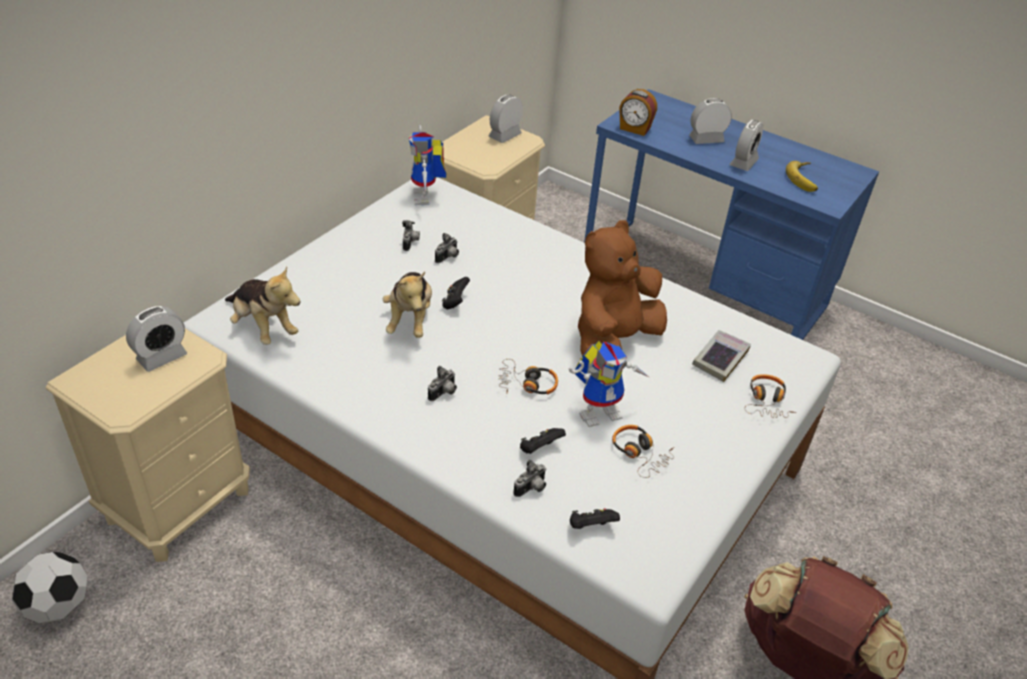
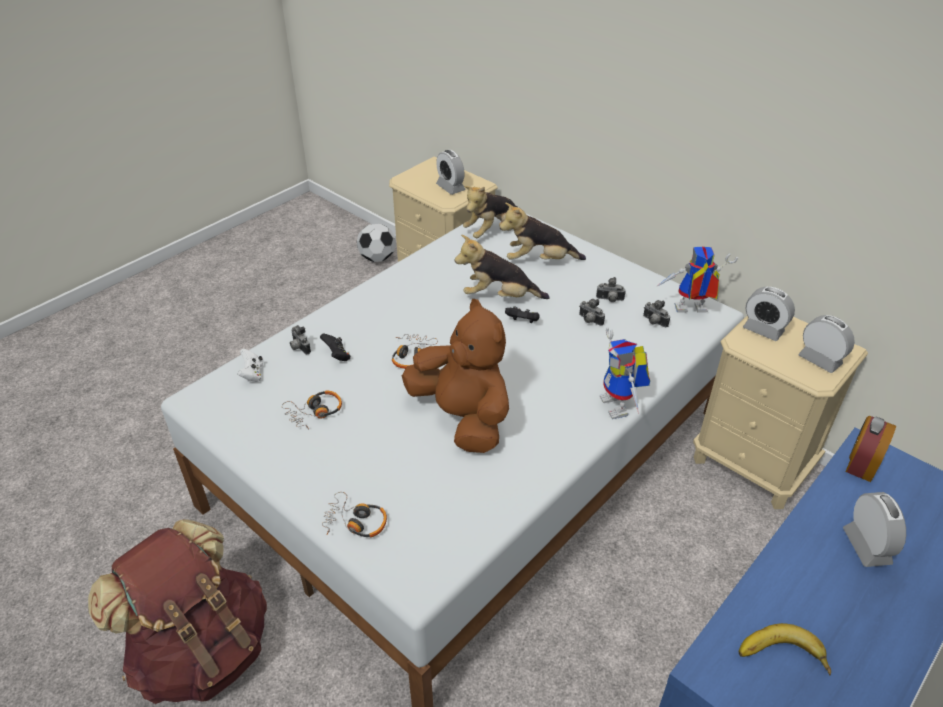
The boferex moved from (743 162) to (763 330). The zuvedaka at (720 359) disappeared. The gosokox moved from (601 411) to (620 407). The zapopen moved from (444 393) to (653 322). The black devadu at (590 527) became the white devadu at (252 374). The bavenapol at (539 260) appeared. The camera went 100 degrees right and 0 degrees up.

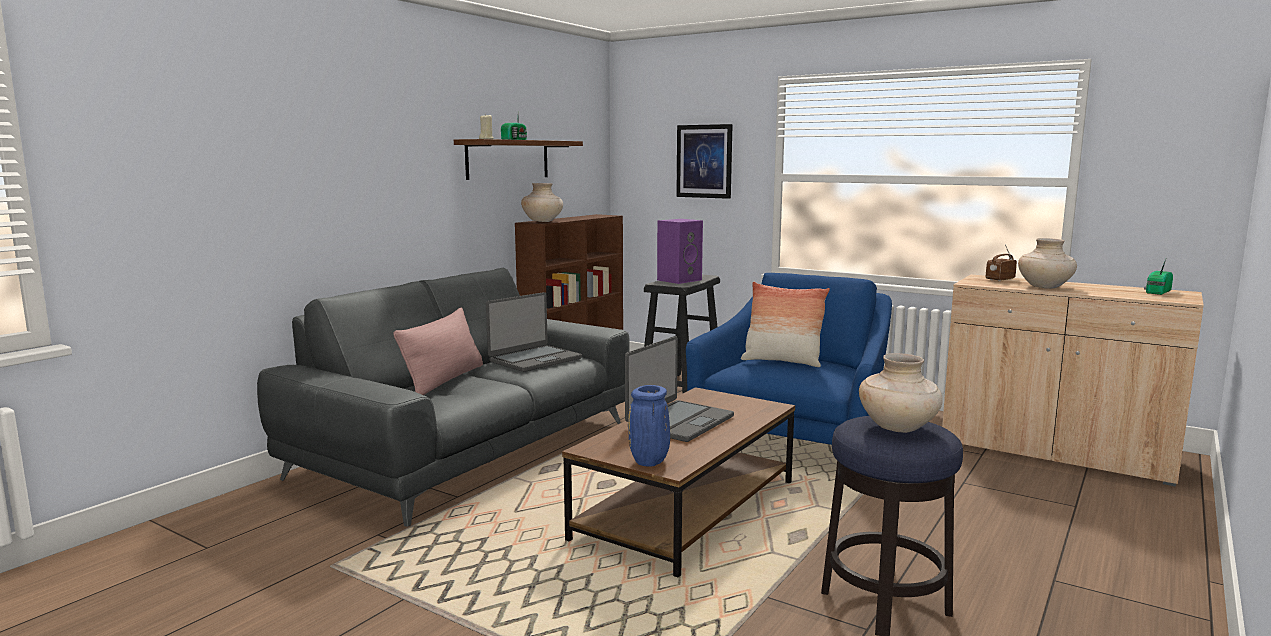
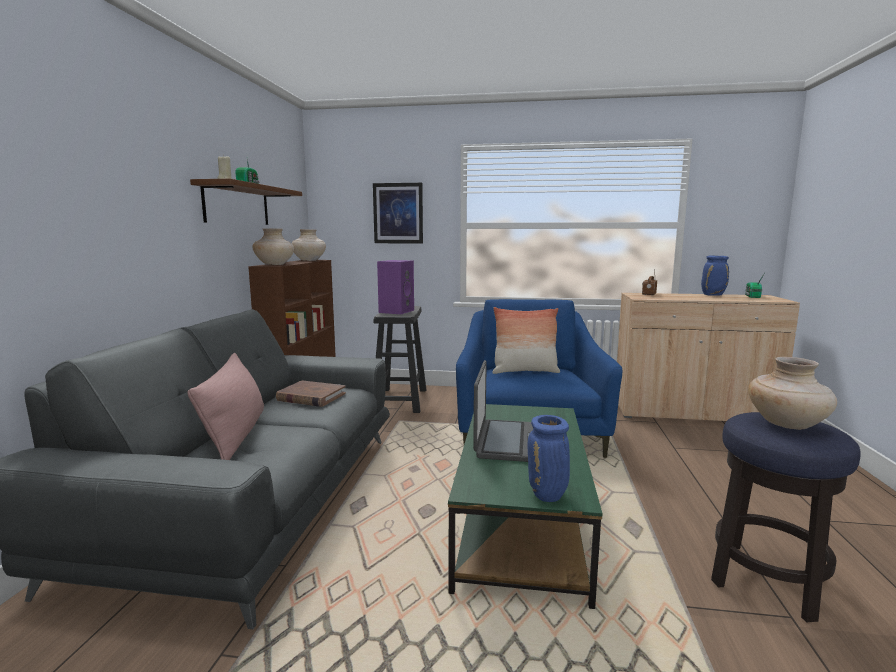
The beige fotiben moved from (1045 287) to (309 260). The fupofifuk at (534 360) was replaced by the brown zuvedaka at (311 397). The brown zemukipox at (686 510) became the green zemukipox at (520 522). The blue fotiben at (713 295) appeared. The camera went 25 degrees left and 0 degrees up.

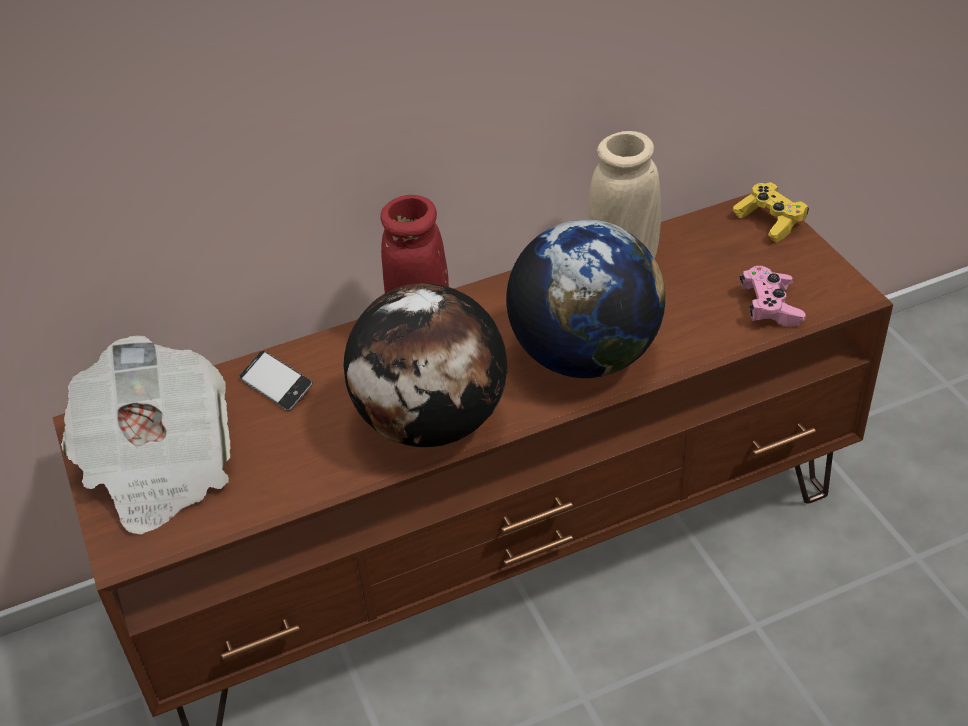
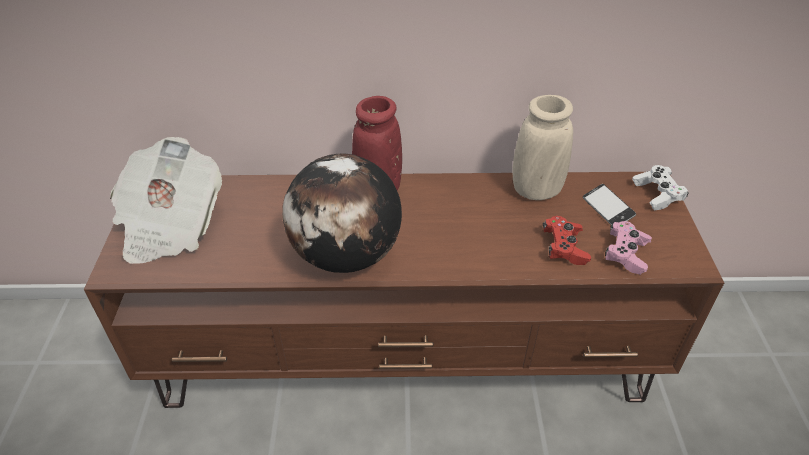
The yellow devadu at (770 221) became the white devadu at (657 194). The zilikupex at (584 356) disappeared. The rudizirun moved from (276 385) to (607 209). The red devadu at (564 248) appeared. The camera went 20 degrees right and 0 degrees up.

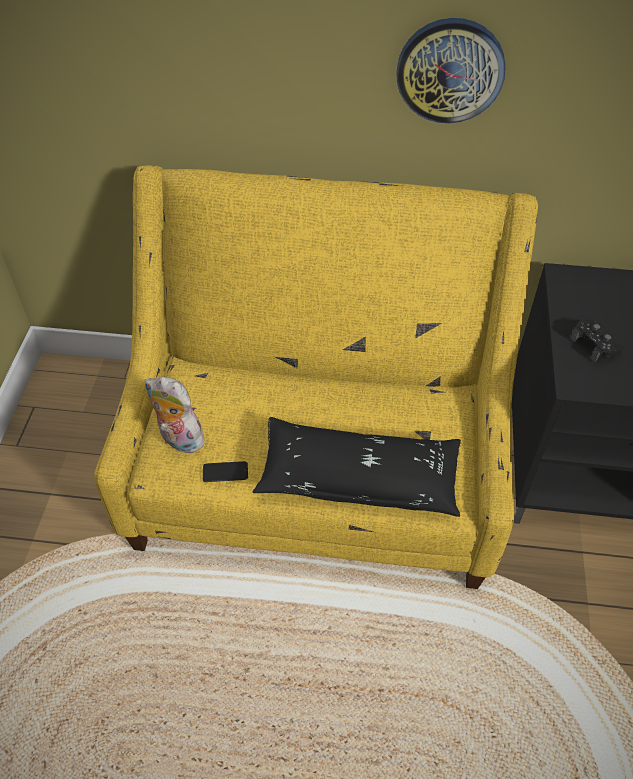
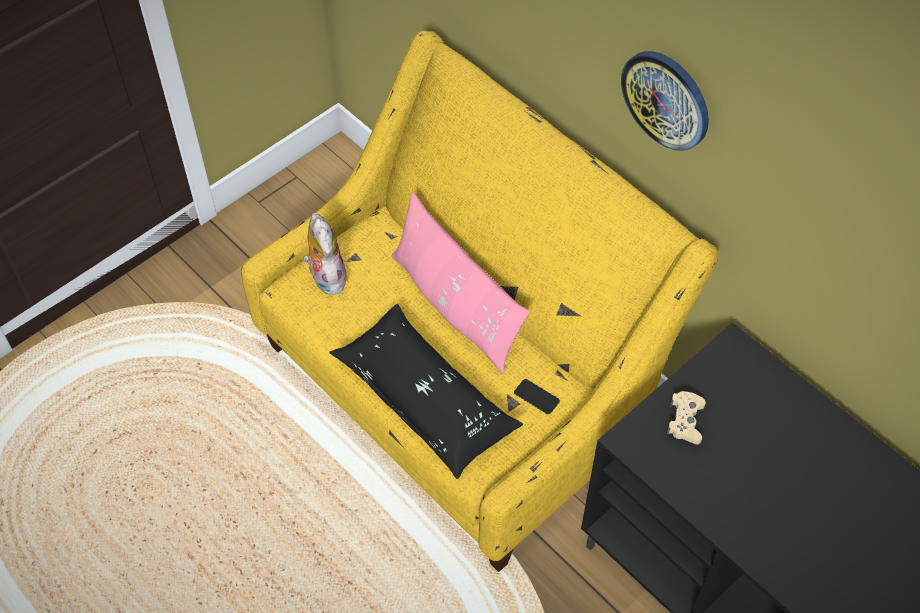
The black devadu at (594 345) became the beige devadu at (685 421). The rudizirun moved from (225 472) to (536 397). The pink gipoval at (455 306) appeared. The camera went 40 degrees right and 5 degrees up.

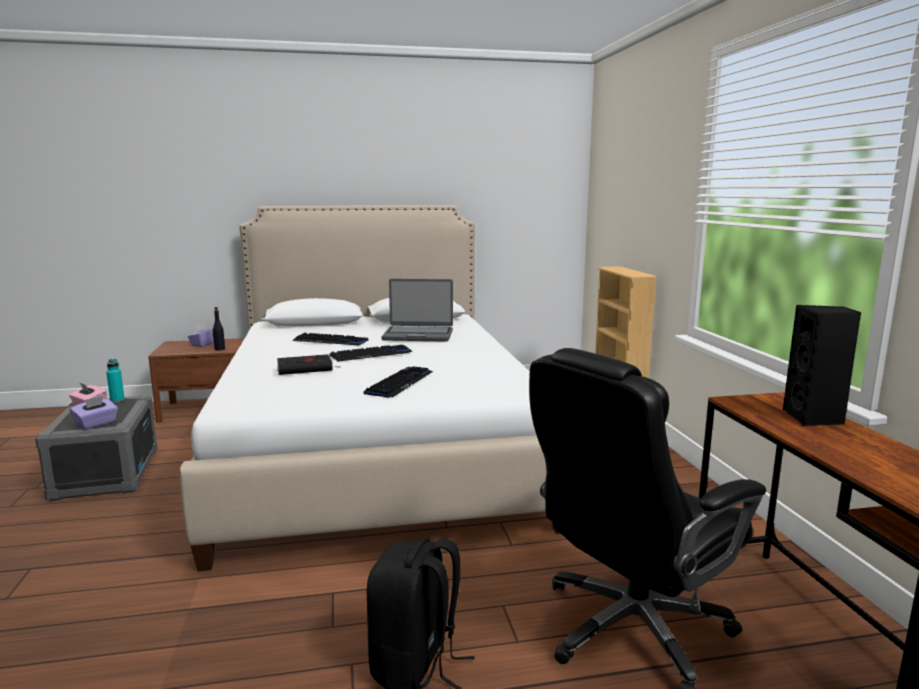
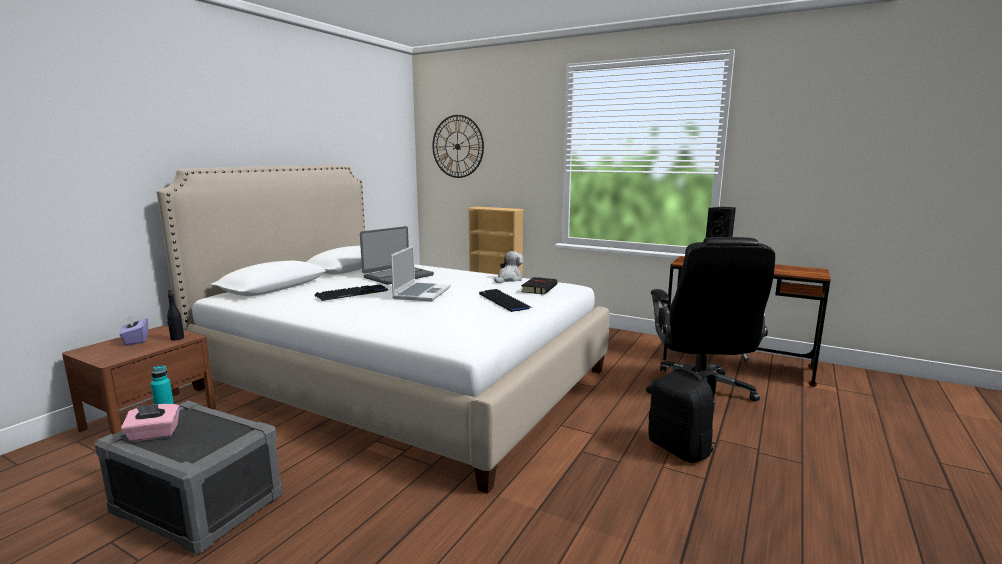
The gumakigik at (371 354) was replaced by the fupofifuk at (421 293). The black zuvedaka moved from (306 368) to (539 288). The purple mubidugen at (96 424) disappeared. The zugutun at (457 146) appeared. The bavenapol at (509 279) appeared. The camera went 50 degrees left and 0 degrees up.

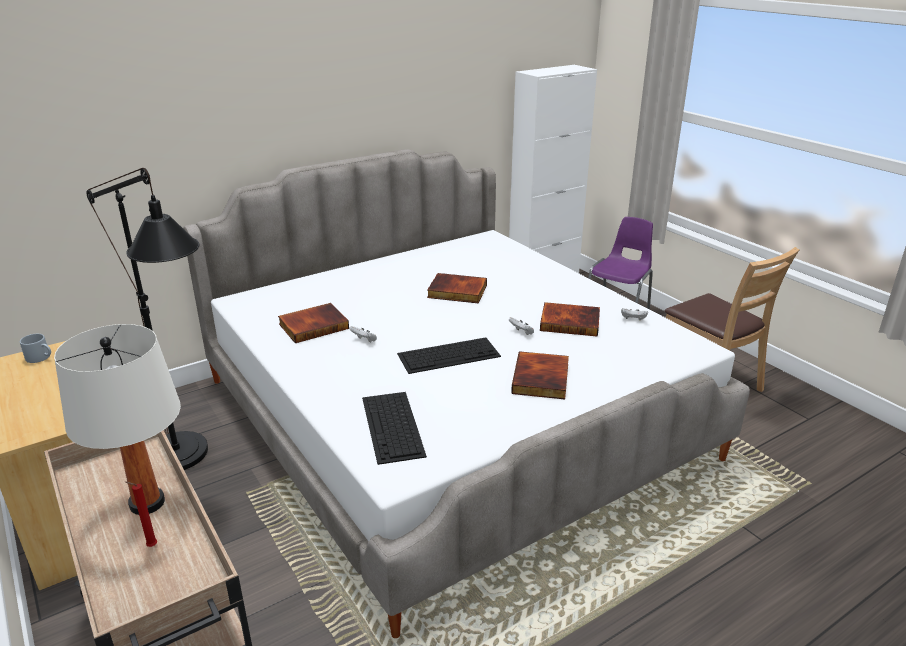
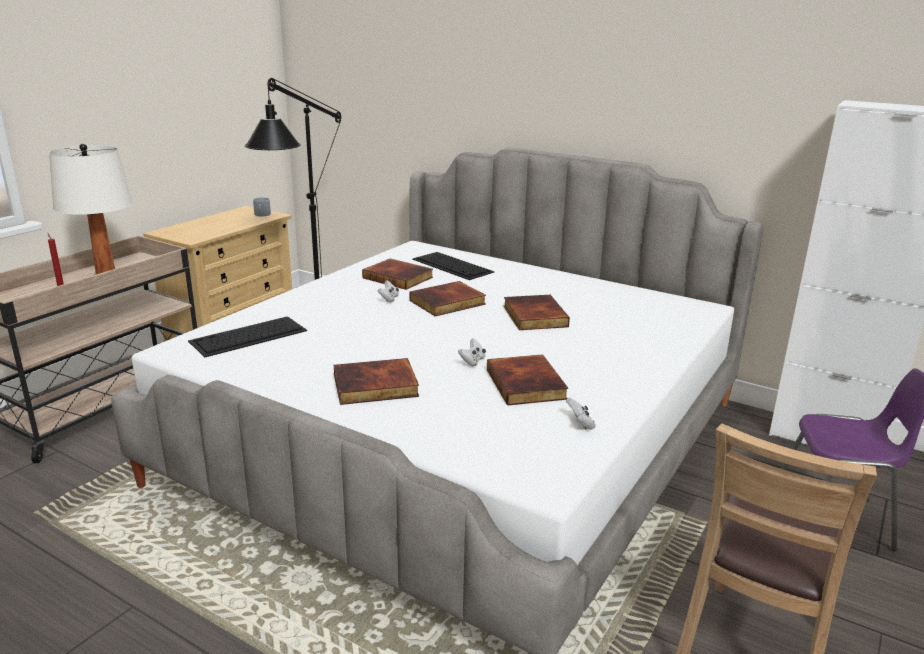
The gumakigik moved from (449 355) to (453 265). The zuvedaka at (447 303) appeared. The camera went 65 degrees right and 5 degrees down.

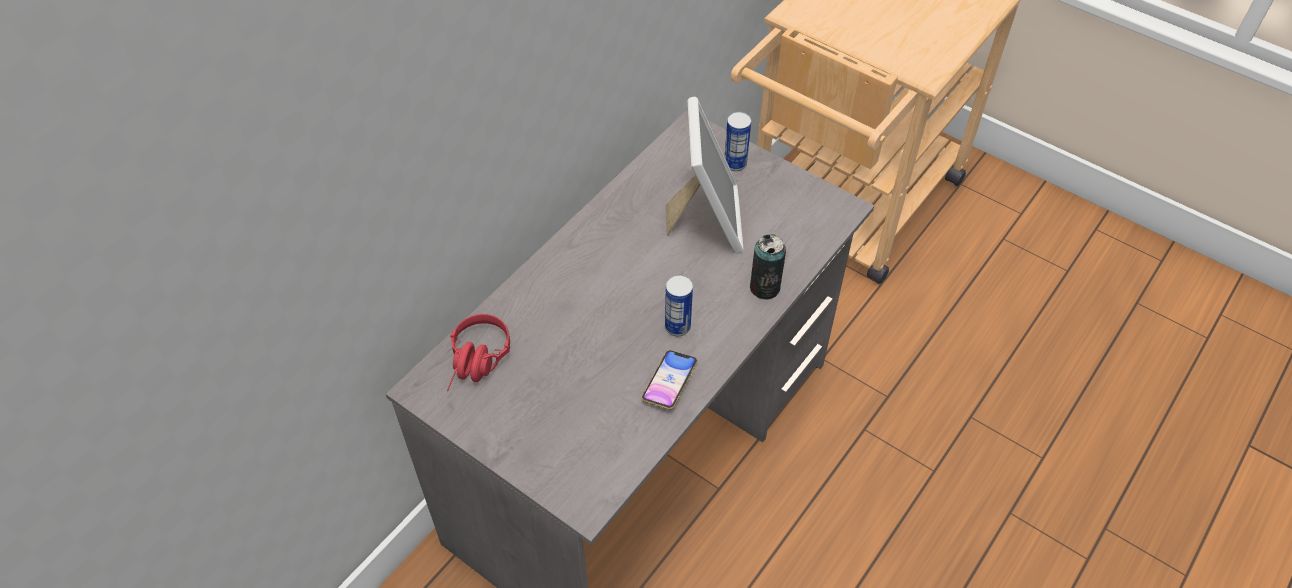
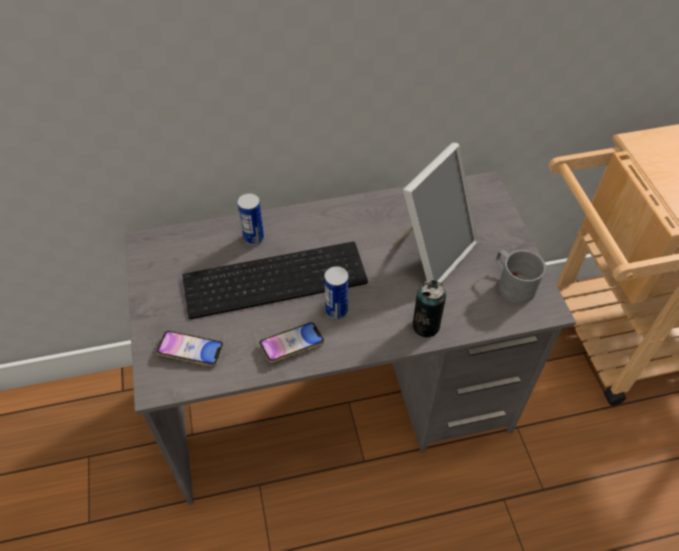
The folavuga moved from (735 164) to (254 238). The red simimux at (477 363) disappeared. The gumakigik at (276 277) appeared. The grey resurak at (512 284) appeared. The rudizirun at (191 350) appeared. The camera went 40 degrees right and 0 degrees up.

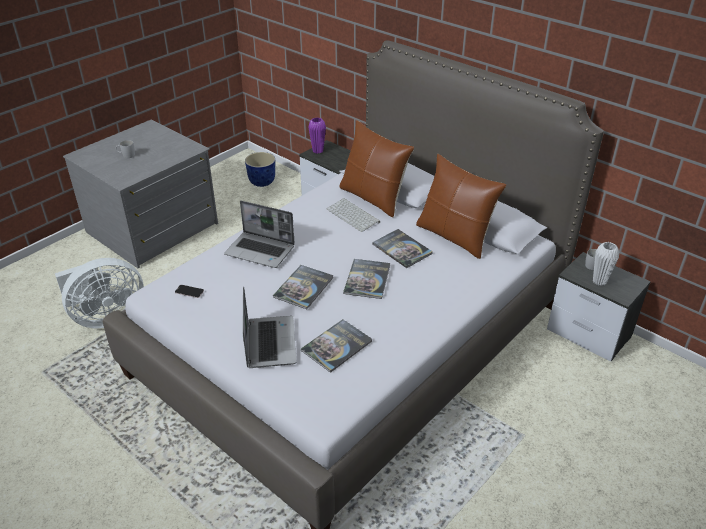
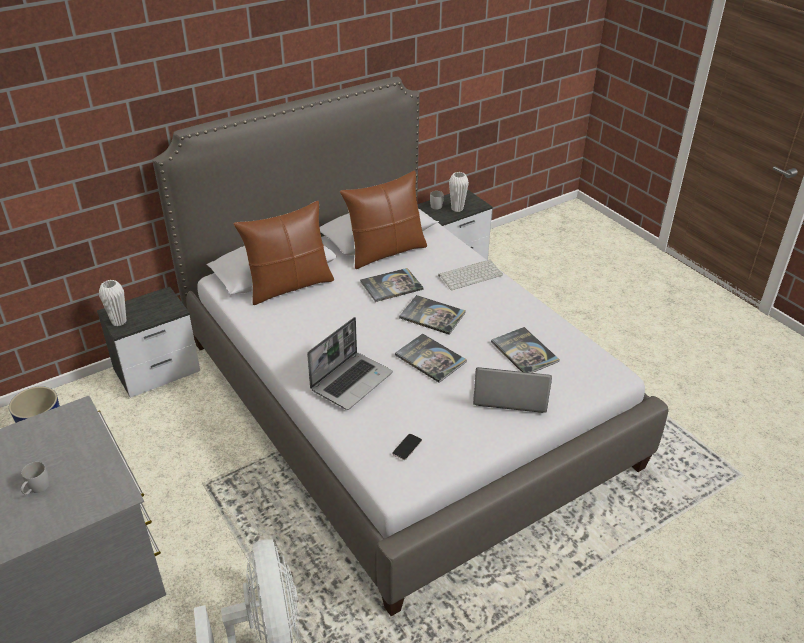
The purple fotiben at (318 151) became the white fotiben at (119 322). The gumakigik moved from (354 215) to (470 275). The camera went 75 degrees left and 0 degrees up.

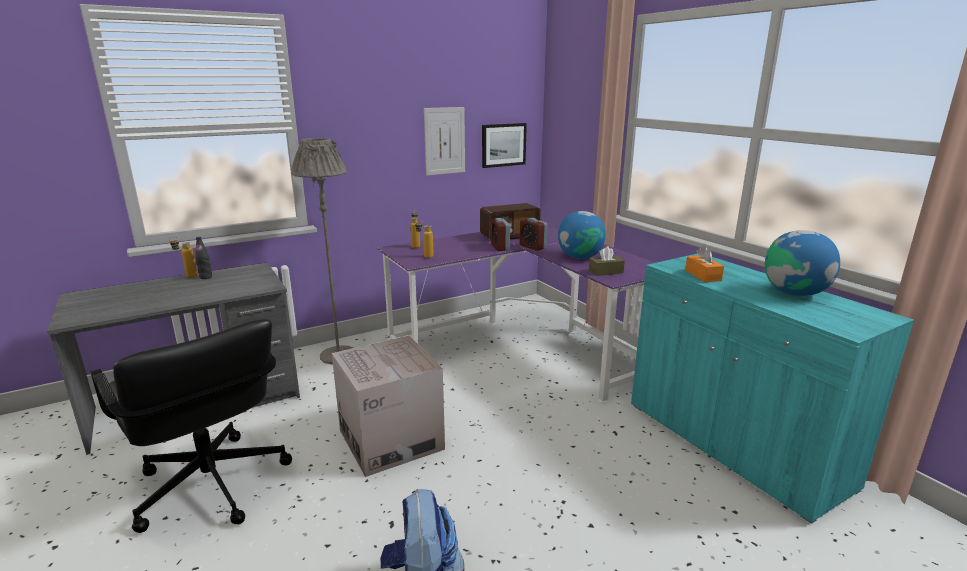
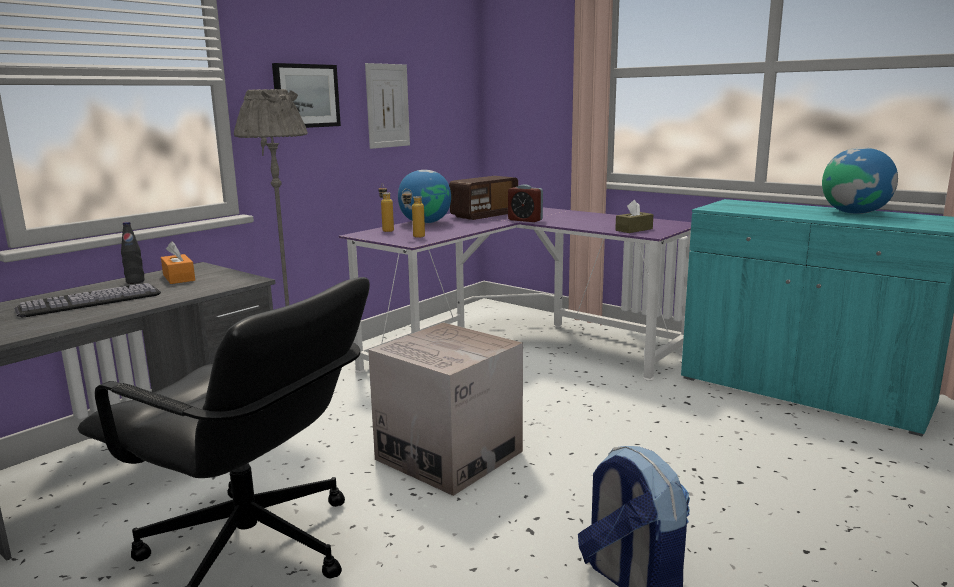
The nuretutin moved from (503 145) to (306 96). The zilikupex moved from (580 257) to (425 223). The boferex at (500 247) disappeared. The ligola at (187 276) disappeared. The orange mubidugen moved from (702 275) to (179 278). The gumakigik at (90 299) appeared. The camera went 20 degrees left and 5 degrees down.

